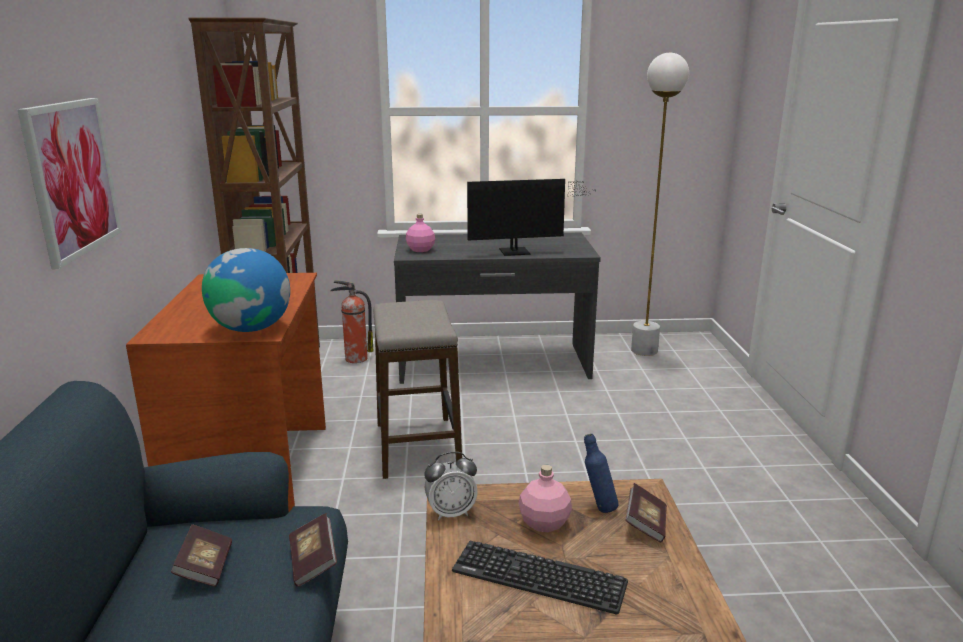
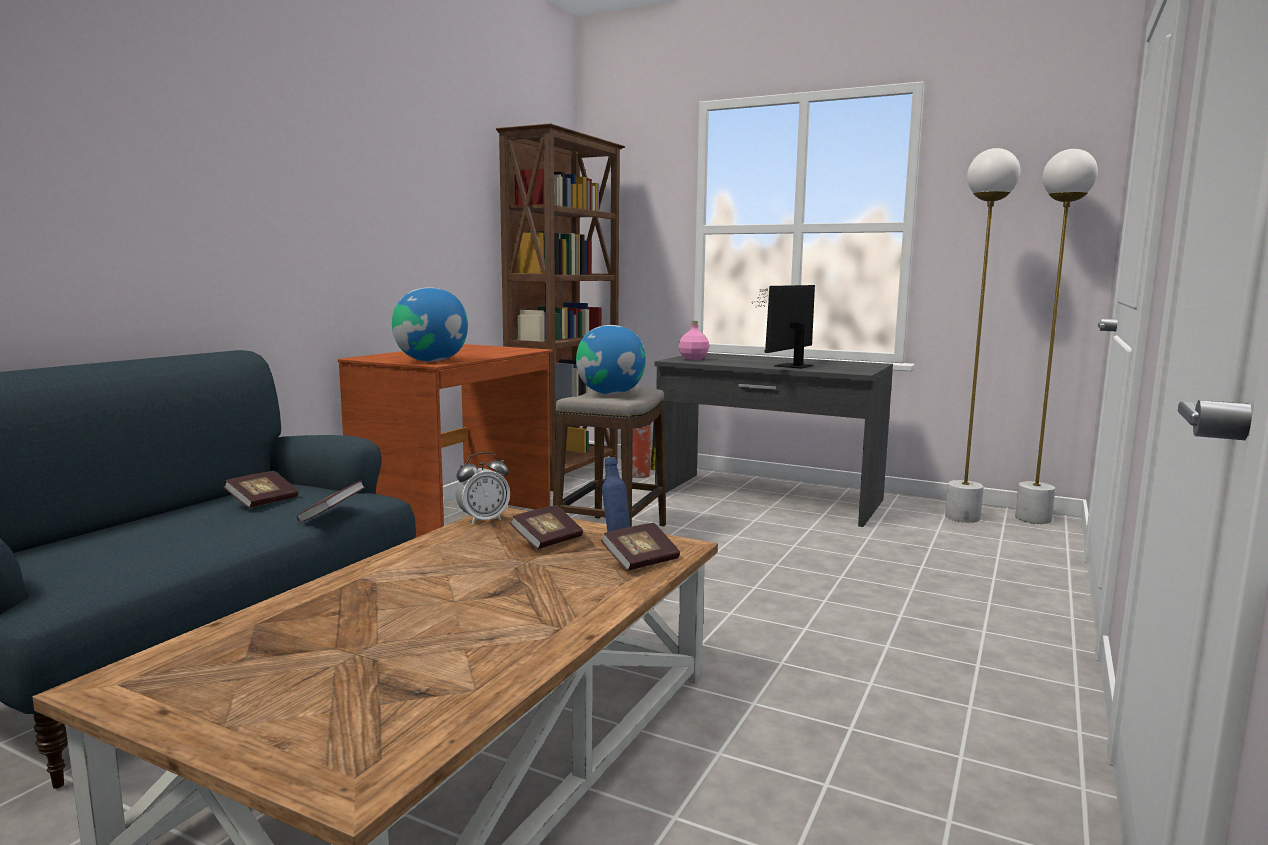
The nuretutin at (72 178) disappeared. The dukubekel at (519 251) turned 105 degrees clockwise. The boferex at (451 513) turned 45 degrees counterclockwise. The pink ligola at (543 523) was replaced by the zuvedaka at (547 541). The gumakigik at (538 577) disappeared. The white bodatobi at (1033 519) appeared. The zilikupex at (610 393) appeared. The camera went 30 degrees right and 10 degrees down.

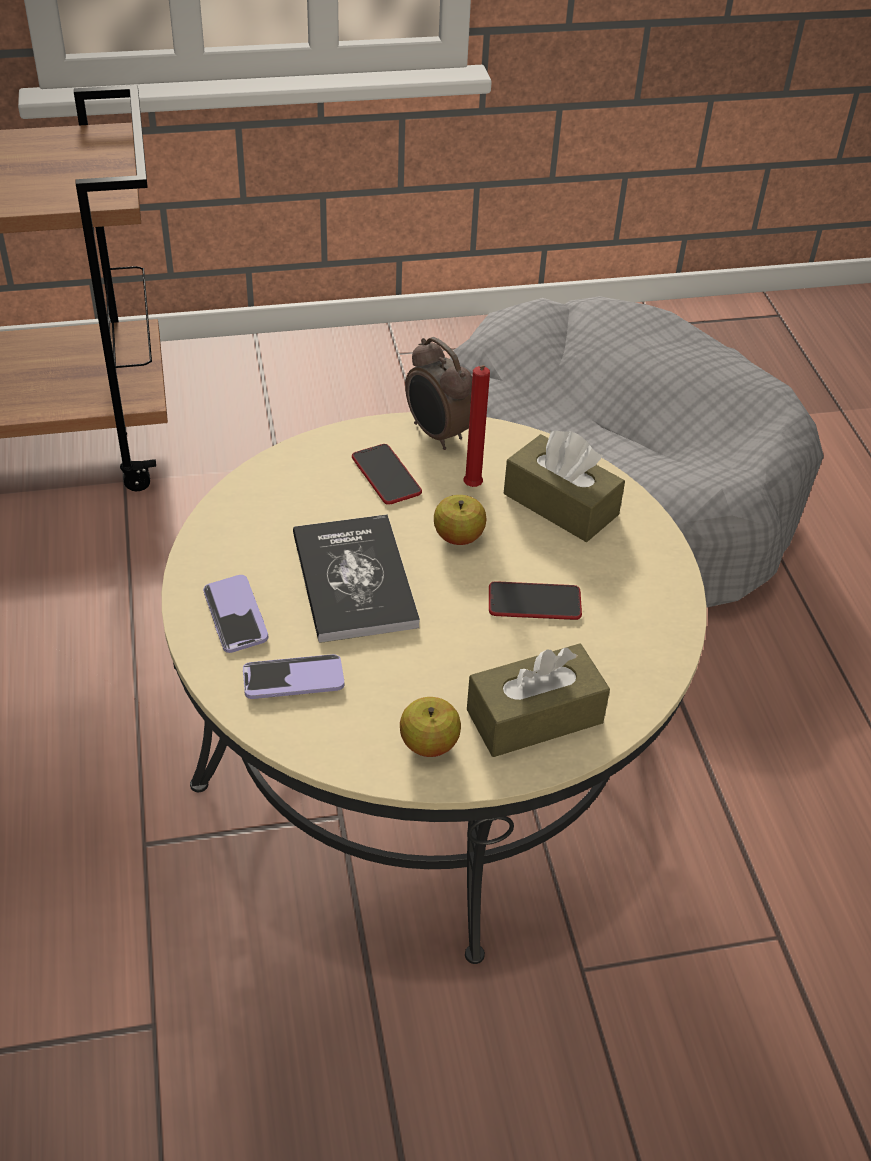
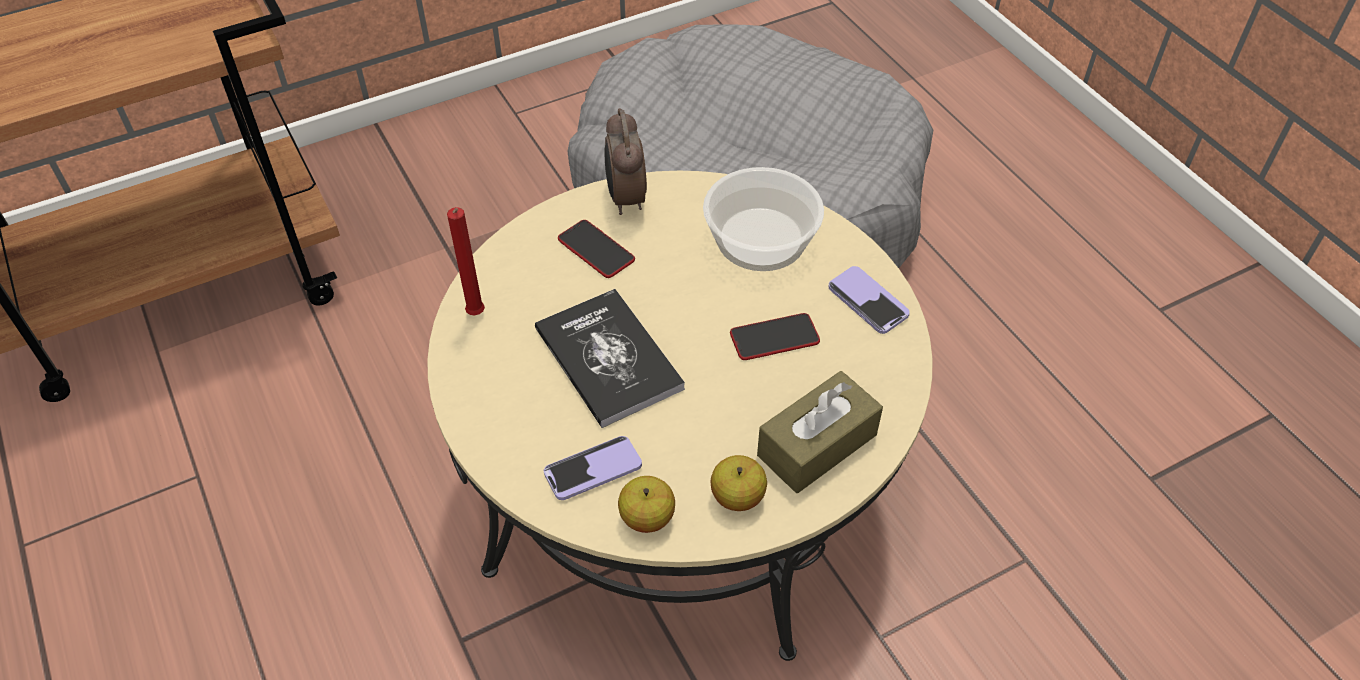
The boferex at (437 434) turned 45 degrees clockwise. The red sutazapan moved from (472 489) to (475 316). The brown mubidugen at (560 504) was replaced by the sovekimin at (760 239). The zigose moved from (458 537) to (647 518). The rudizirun moved from (235 615) to (868 301). The camera went 15 degrees left and 5 degrees up.

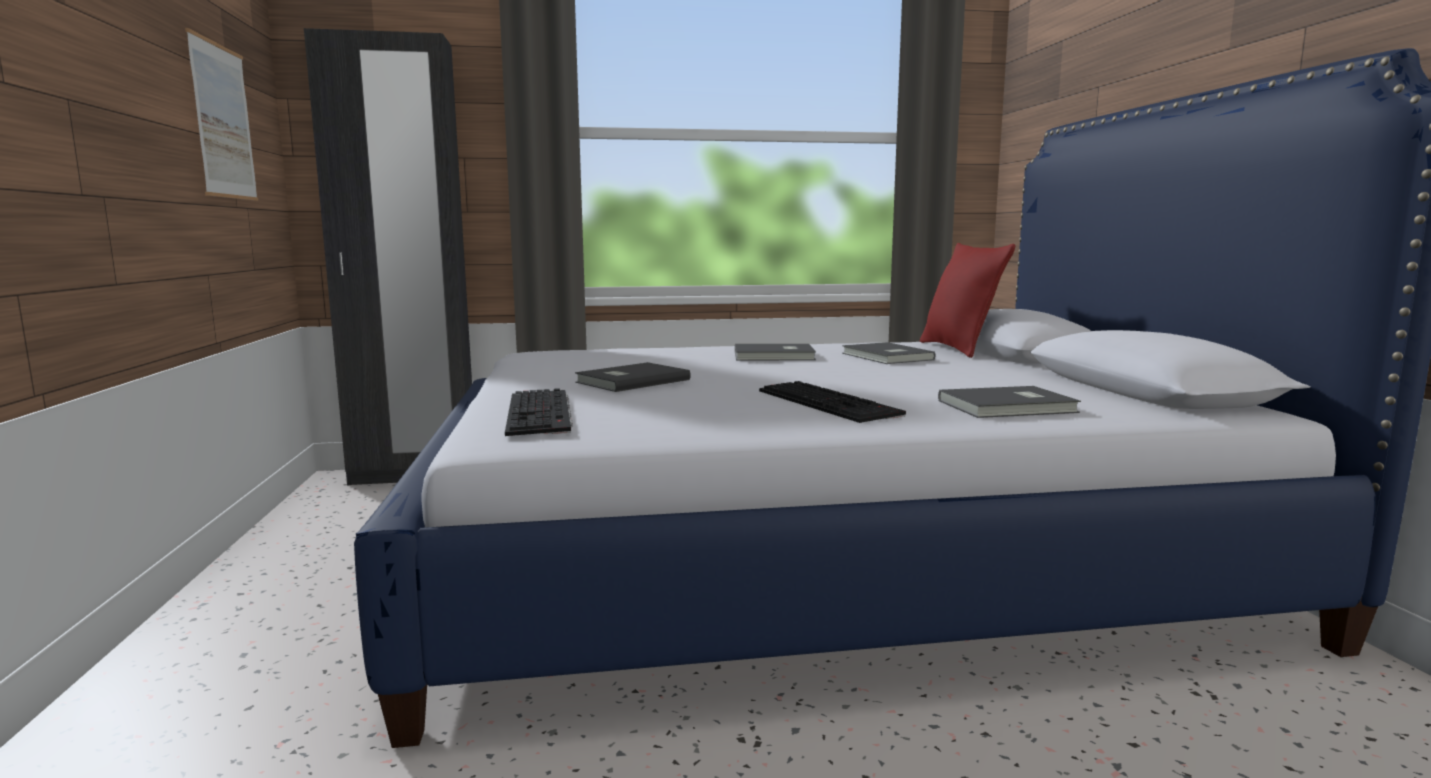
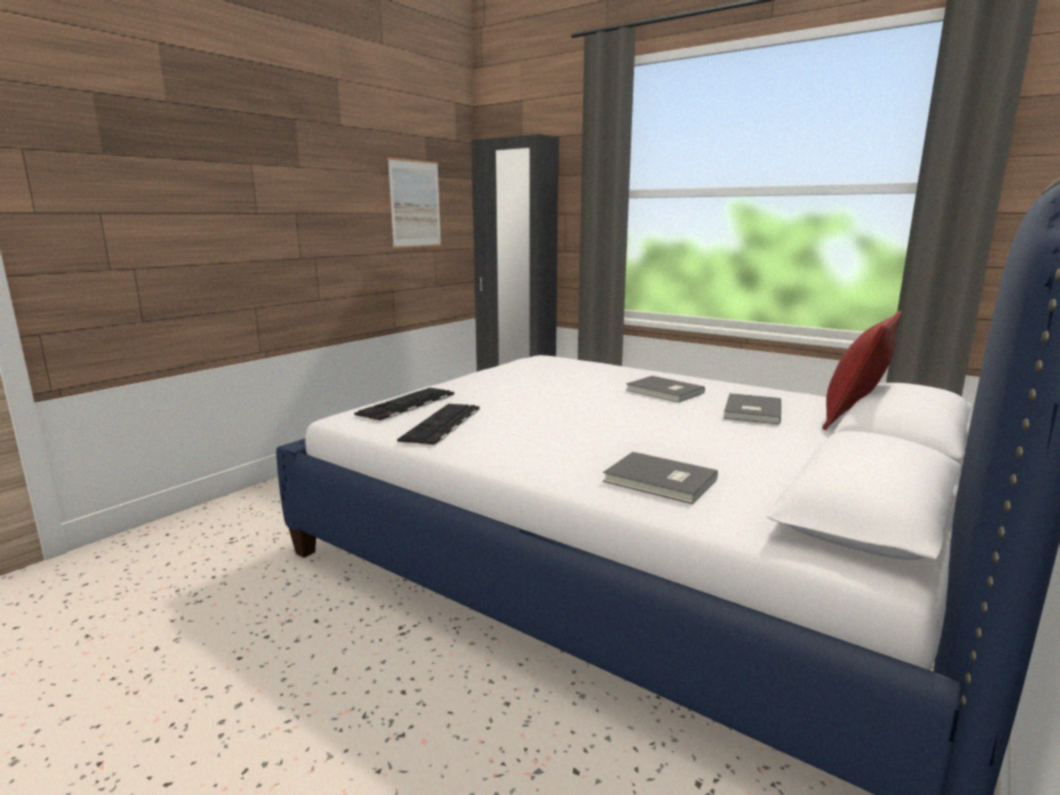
The grey zuvedaka at (630 381) disappeared. The gumakigik moved from (830 403) to (442 424). The camera went 45 degrees right and 5 degrees up.

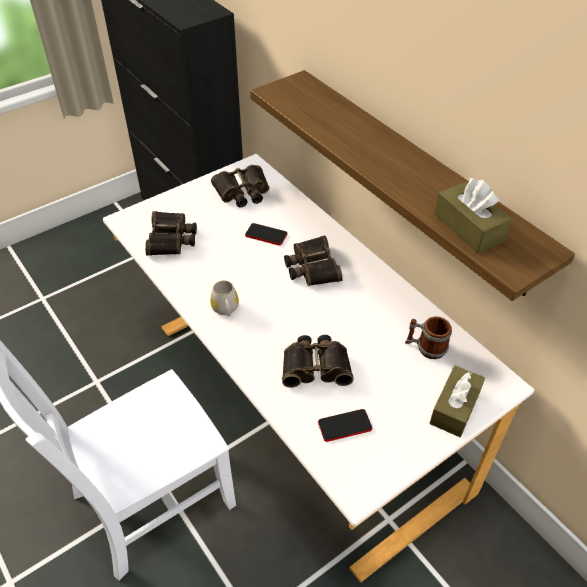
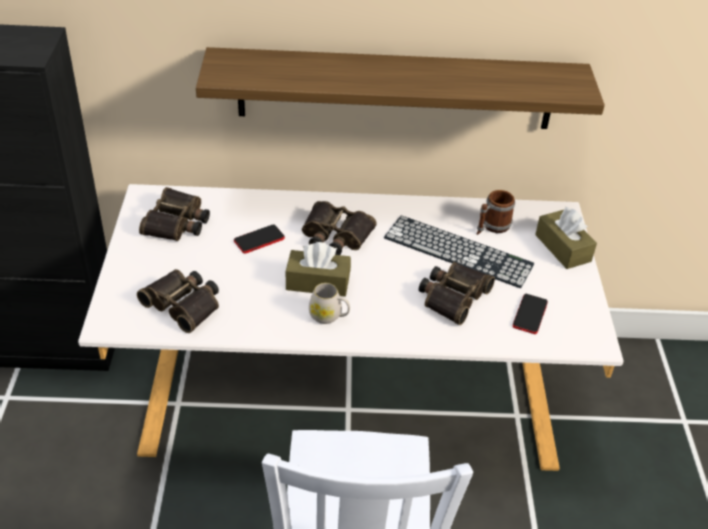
The brown mubidugen moved from (468 228) to (318 282). The gumakigik at (458 251) appeared. The camera went 55 degrees left and 5 degrees down.

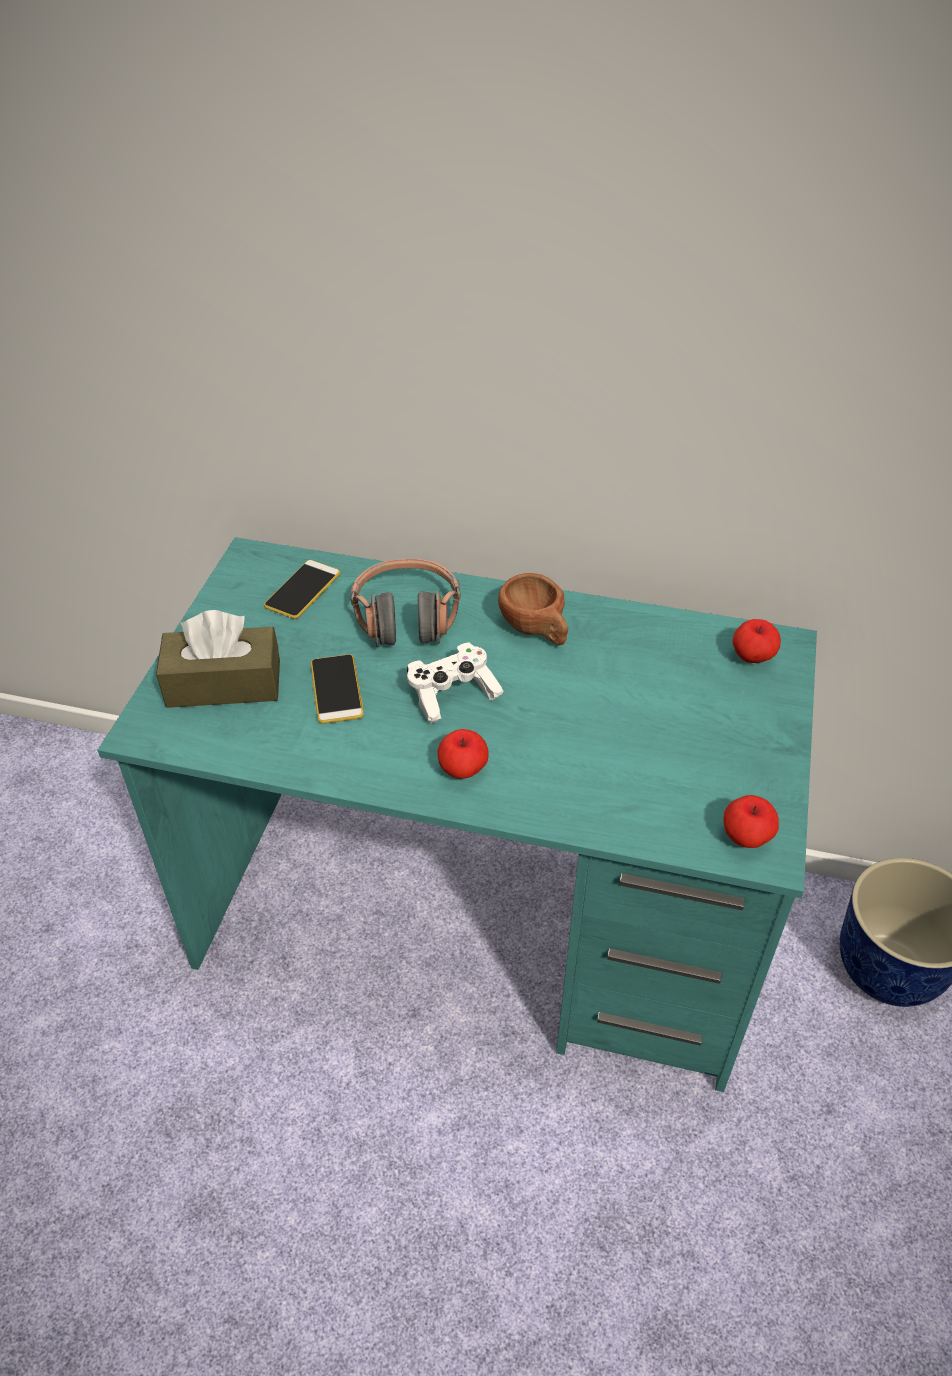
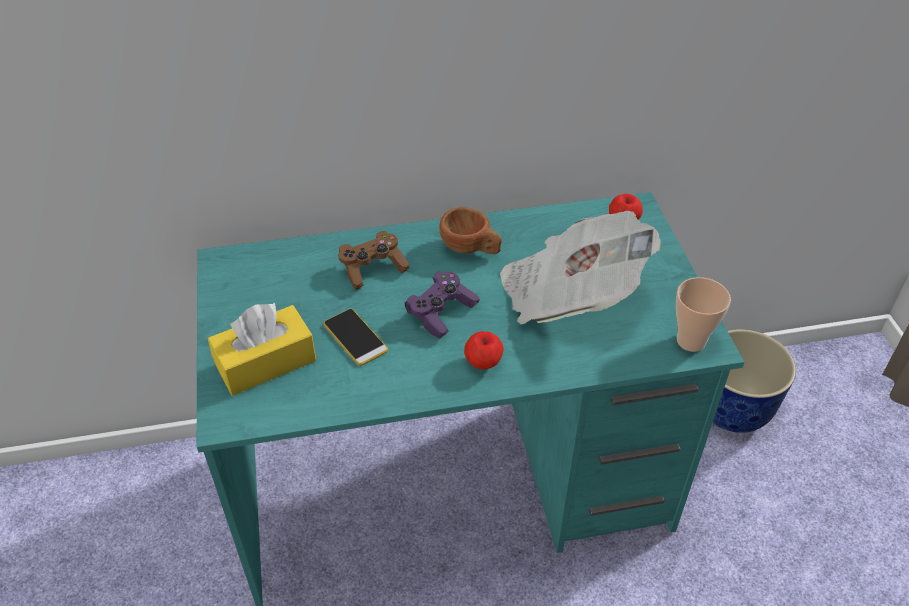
The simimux at (407 617) was replaced by the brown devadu at (373 269). The rudizirun at (302 590) disappeared. The brown mubidugen at (224 684) became the yellow mubidugen at (265 362). The white devadu at (452 694) became the purple devadu at (441 312). The zigose at (745 838) was replaced by the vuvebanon at (691 341). The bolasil at (570 295) appeared. The camera went 25 degrees left and 0 degrees up.

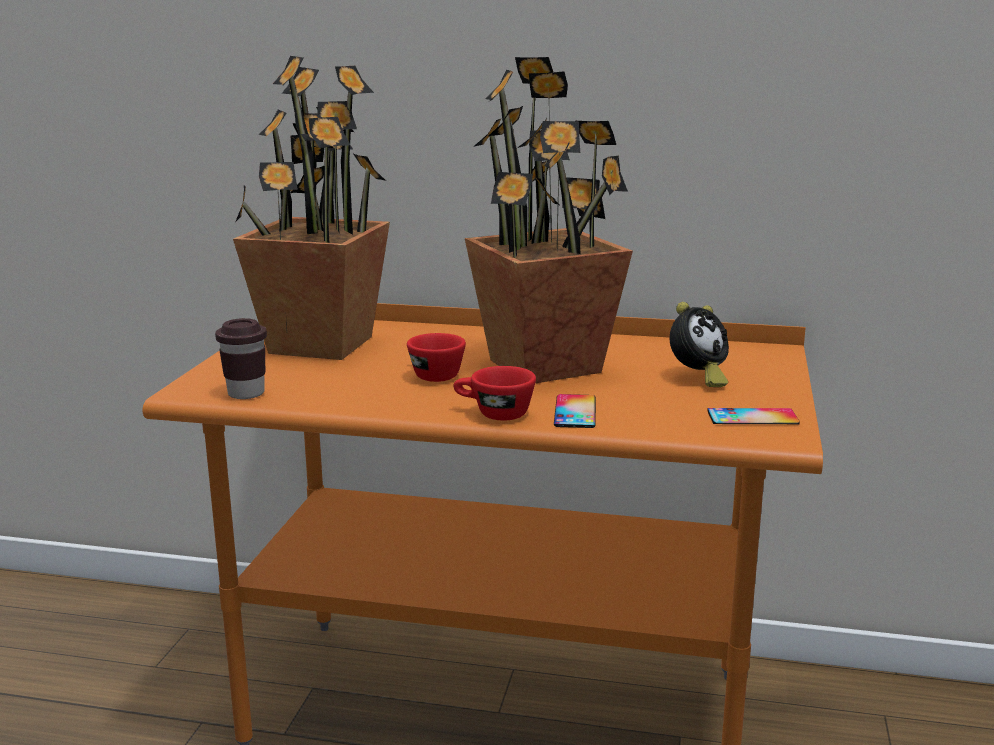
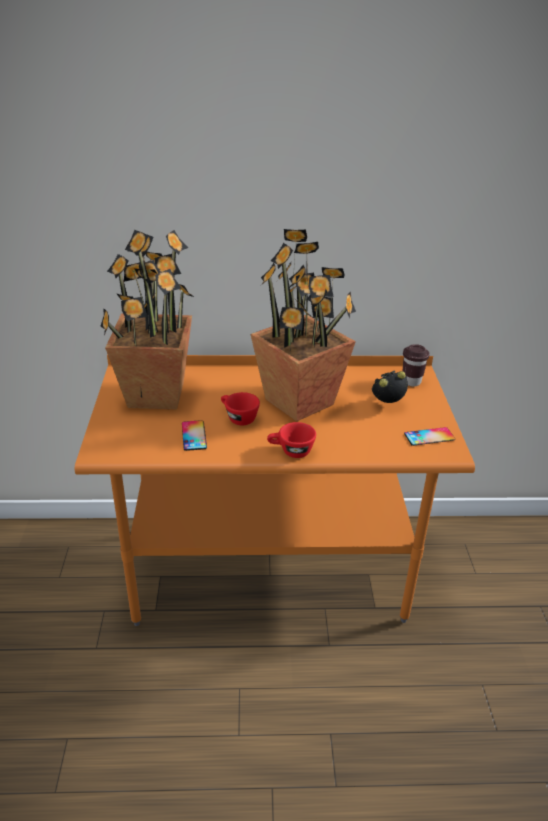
The boferex at (697 378) turned 150 degrees counterclockwise. The brown vuvebanon moved from (246 393) to (411 382). The rudizirun moved from (575 412) to (194 435). The camera went 15 degrees left and 15 degrees up.

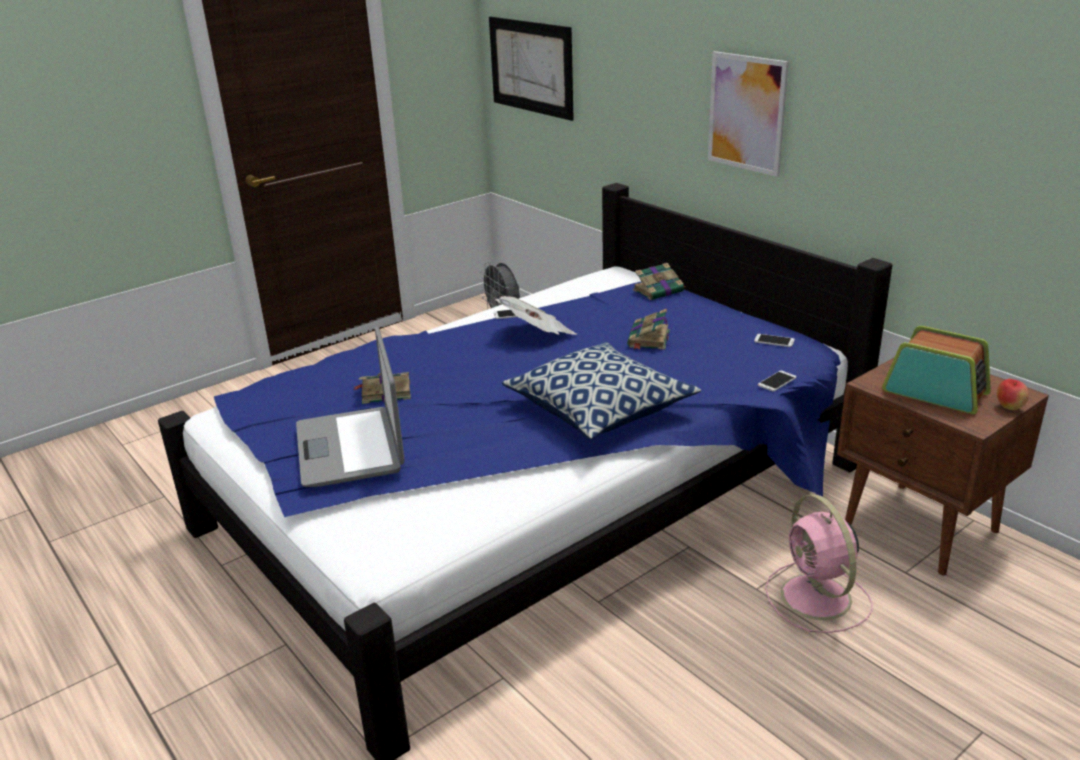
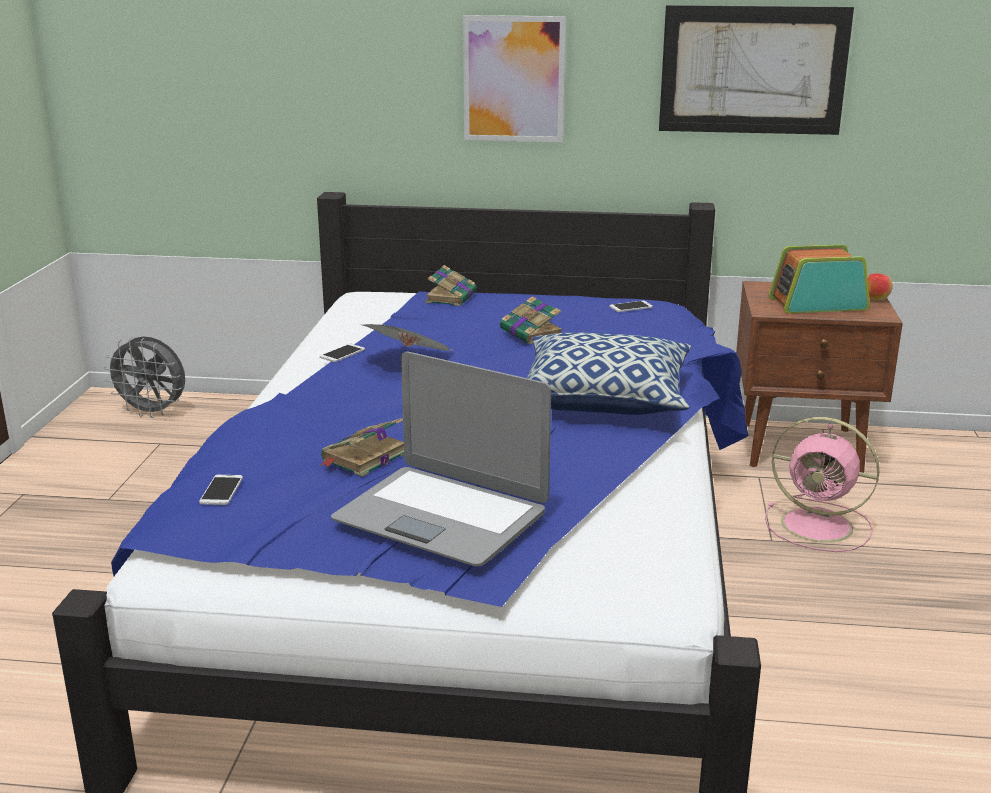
The nuretutin moved from (531 67) to (753 70). The rudizirun moved from (777 381) to (221 490). The camera went 45 degrees left and 5 degrees down.

